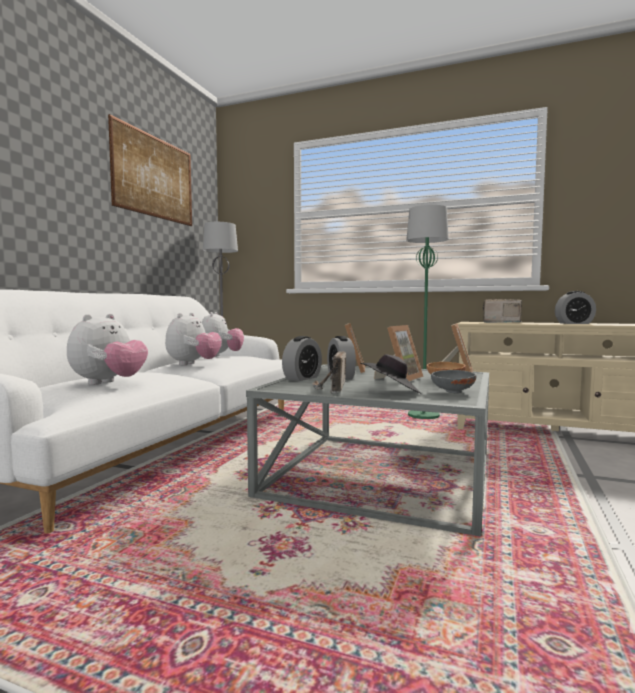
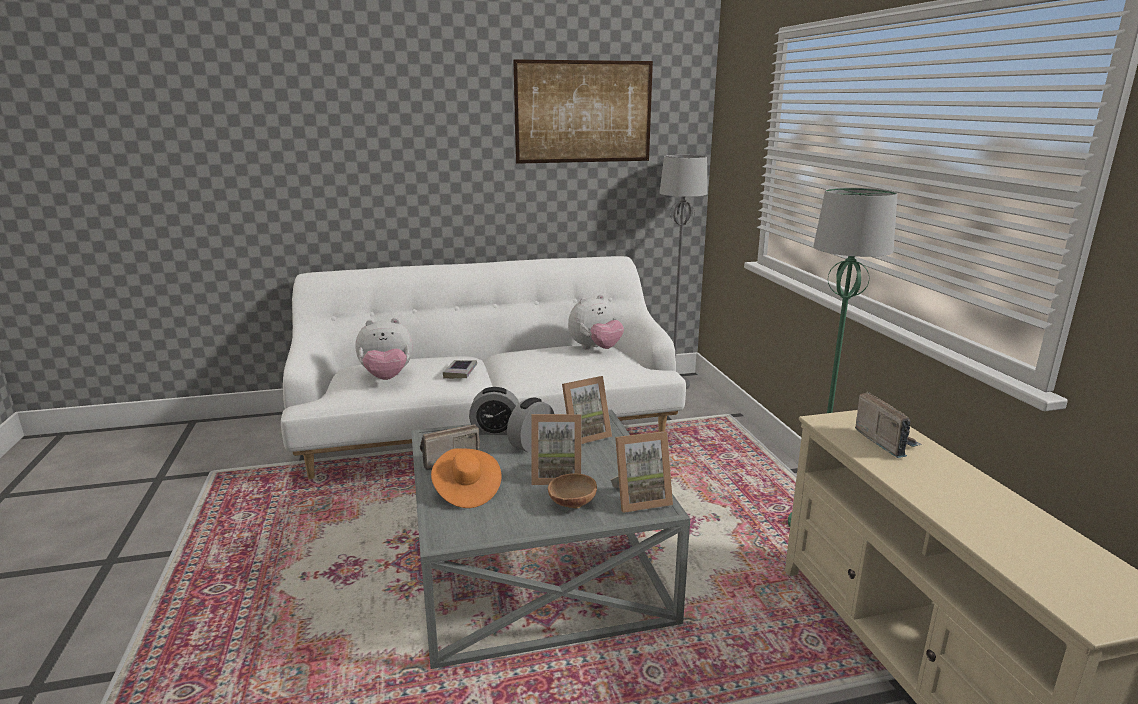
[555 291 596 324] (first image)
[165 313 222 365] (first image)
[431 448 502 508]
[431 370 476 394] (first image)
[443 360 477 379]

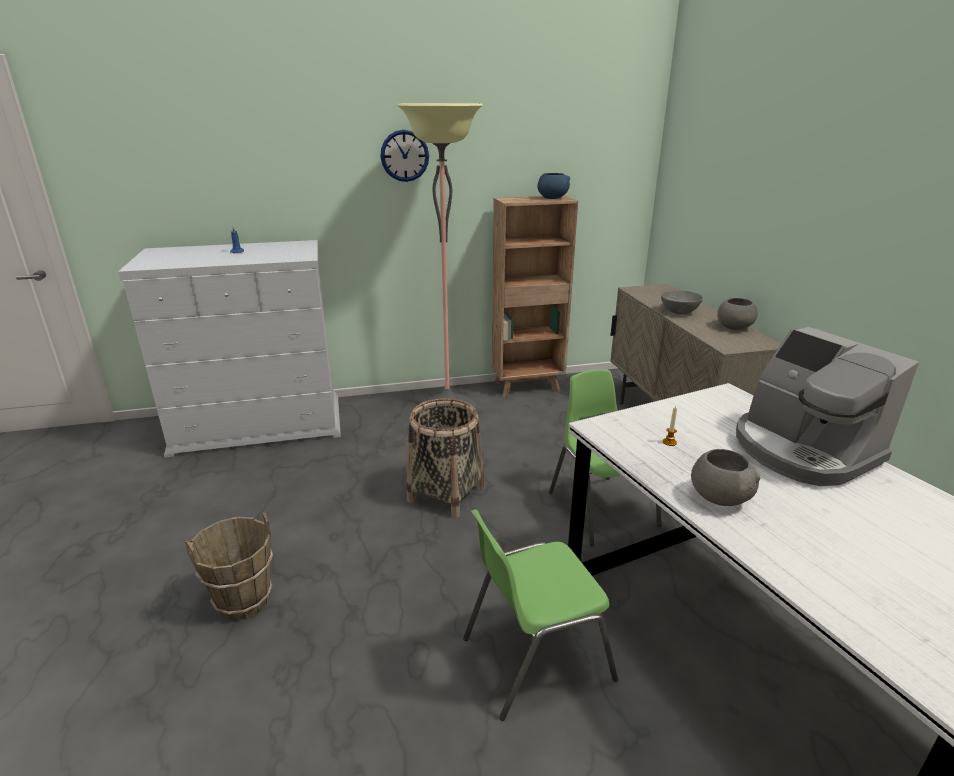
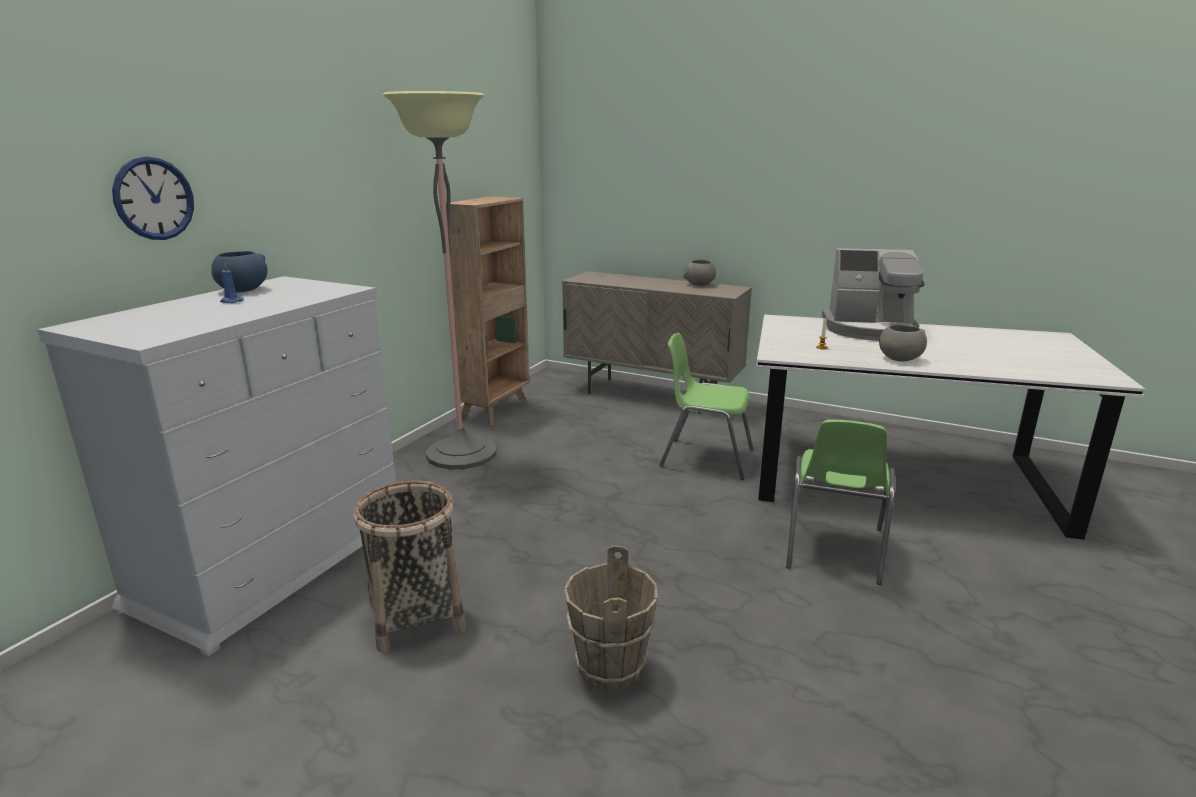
[112 157 194 240]
[211 251 268 293]
[661 291 703 314] (first image)
[354 481 465 653]

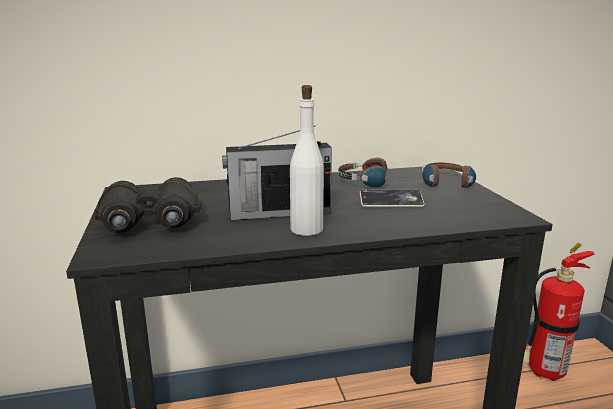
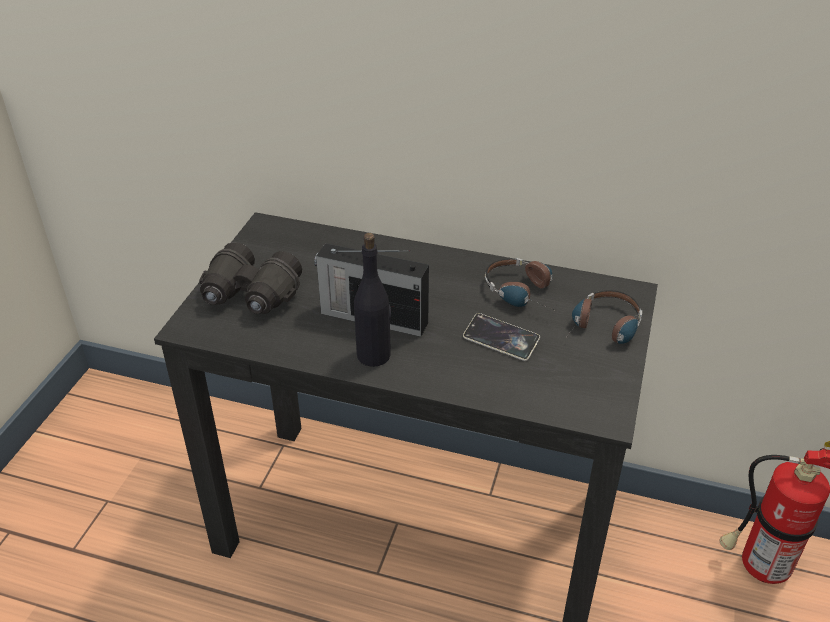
[354 233 391 367]

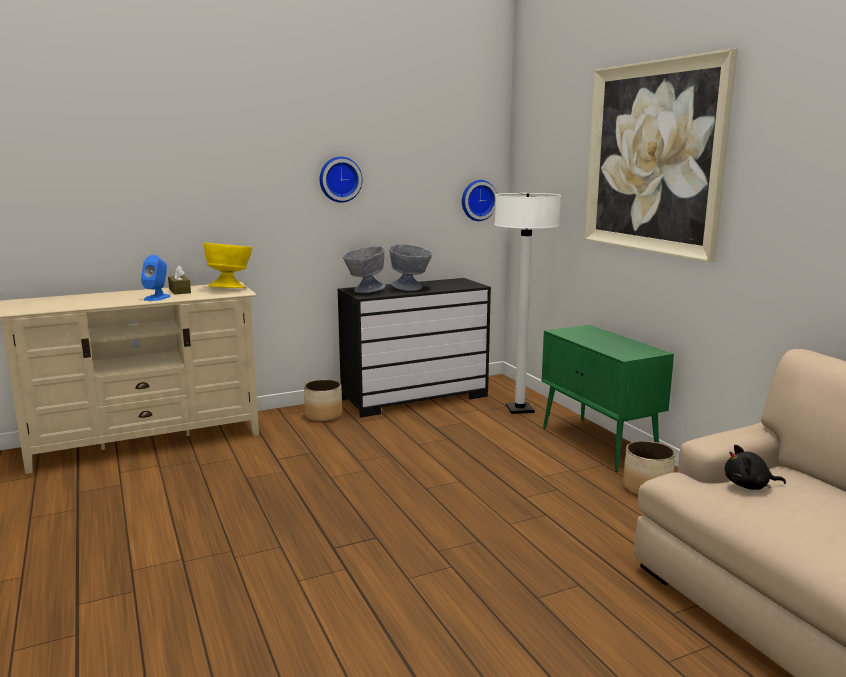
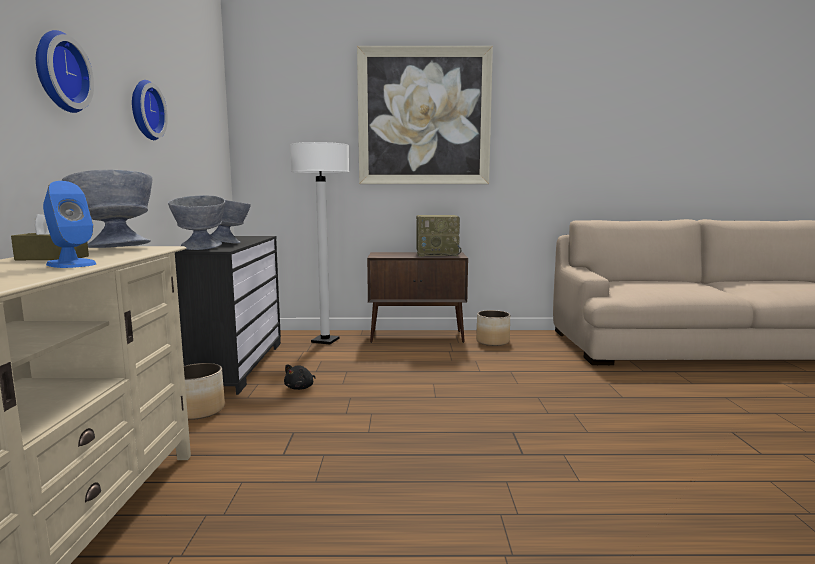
[36 30 94 113]
[62 170 152 248]
[367 252 468 343]
[284 364 315 390]
[416 215 461 257]

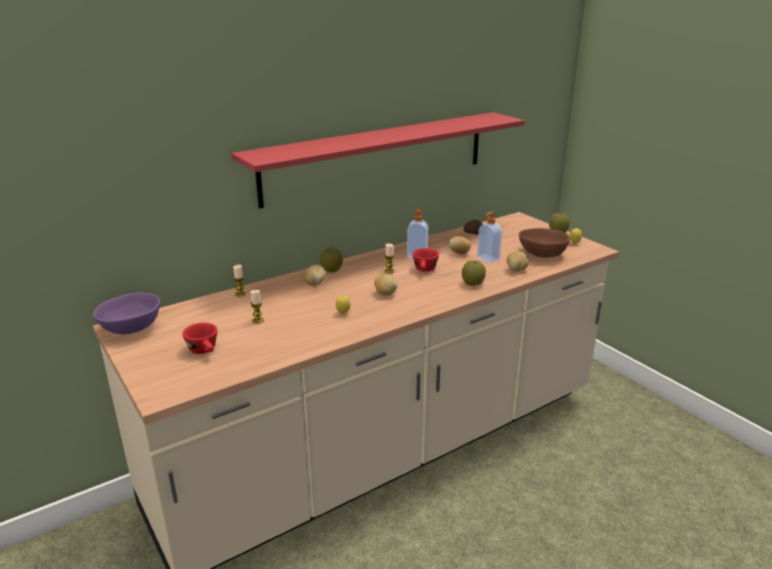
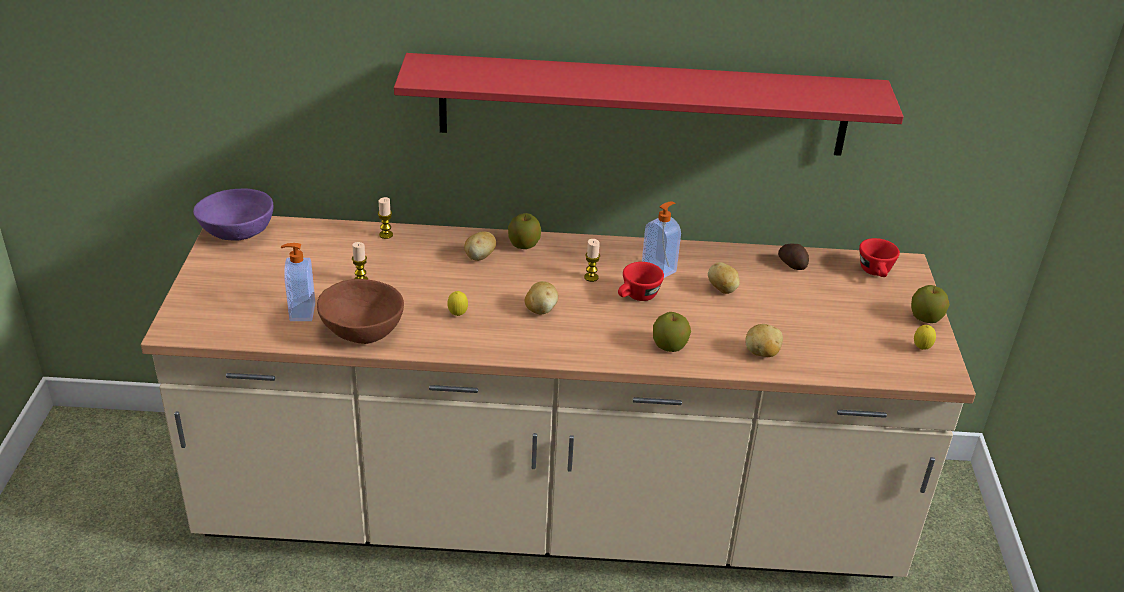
[281 243 315 321]
[317 279 404 344]
[859 238 900 277]

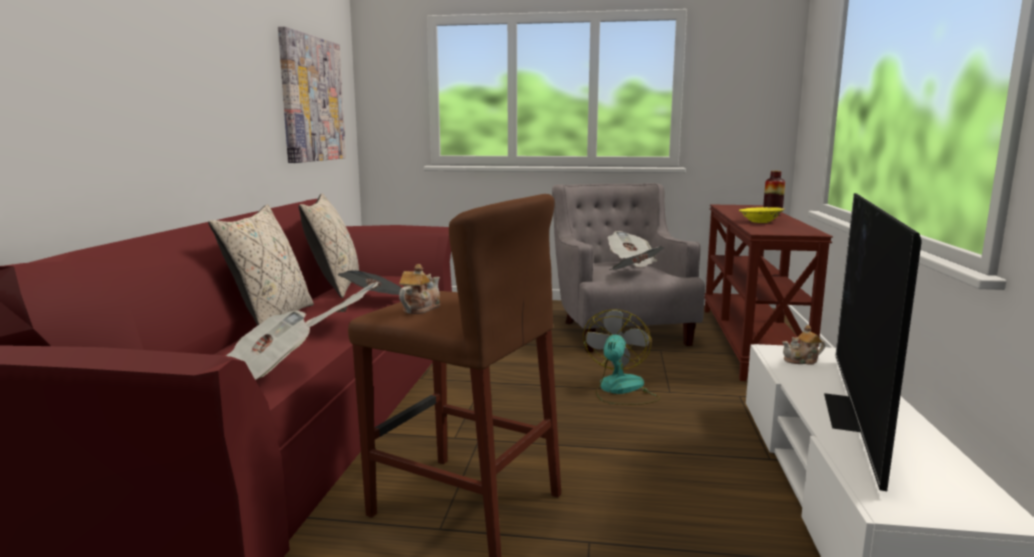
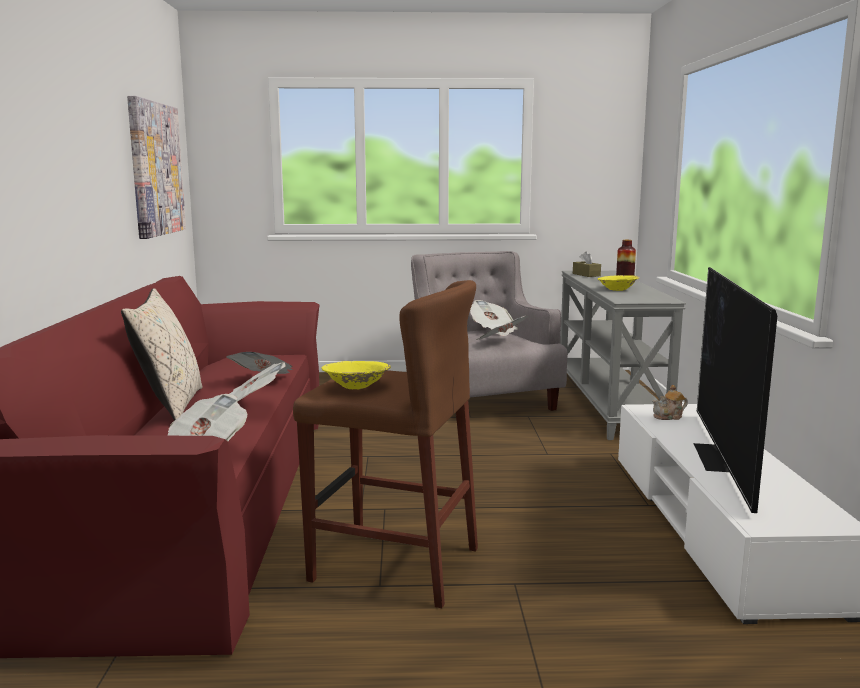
[299 194 359 298] (first image)
[560 271 686 440]
[321 361 391 389]
[583 309 660 405] (first image)
[573 251 601 277]

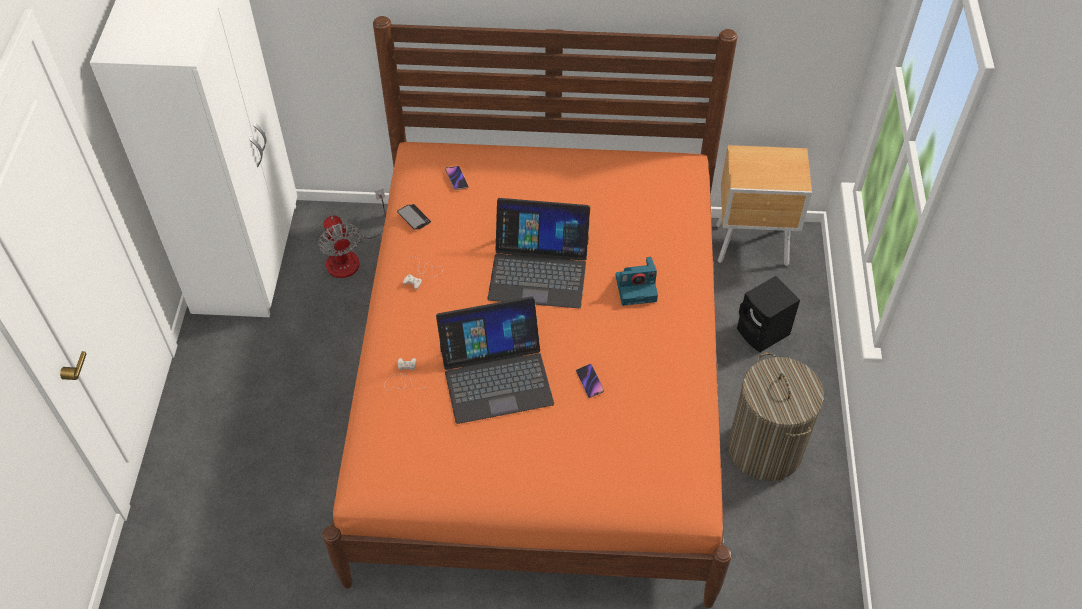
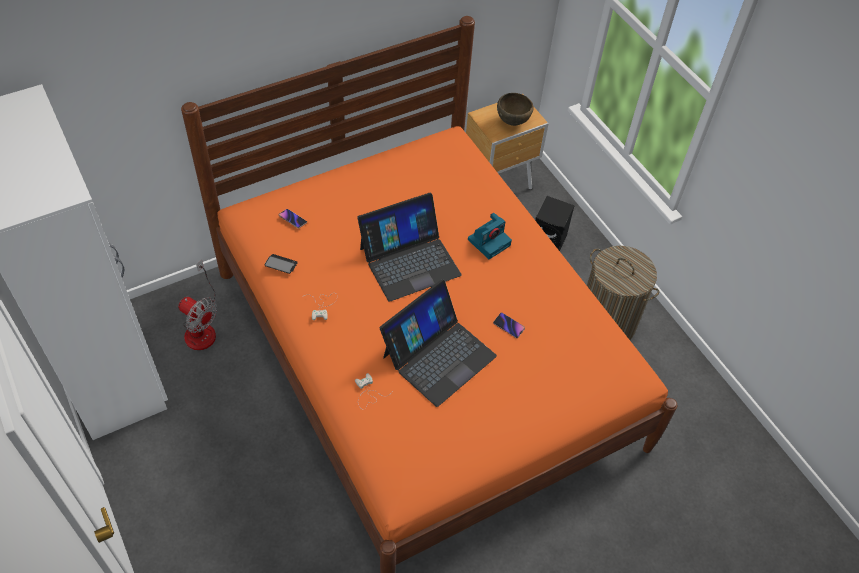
[497 93 534 126]

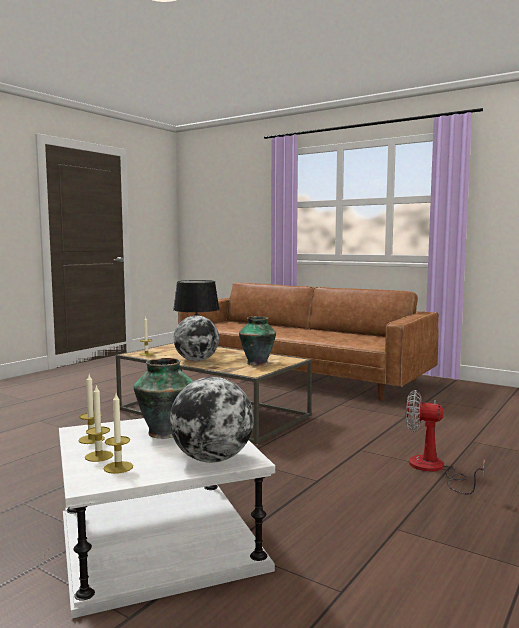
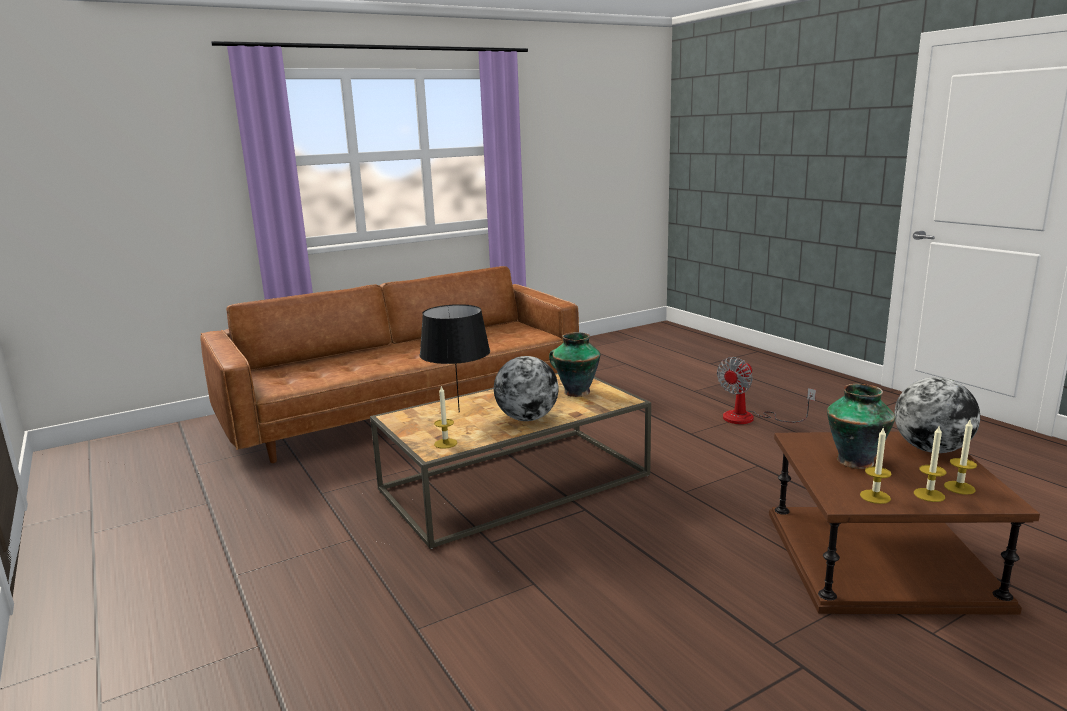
[769 431 1040 615]

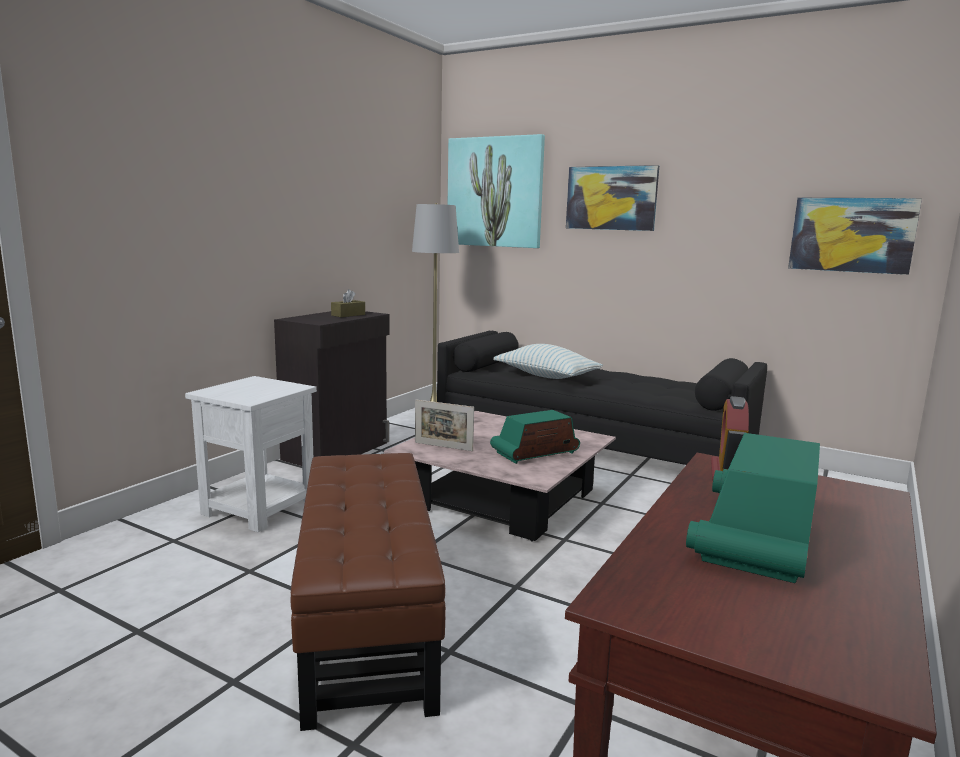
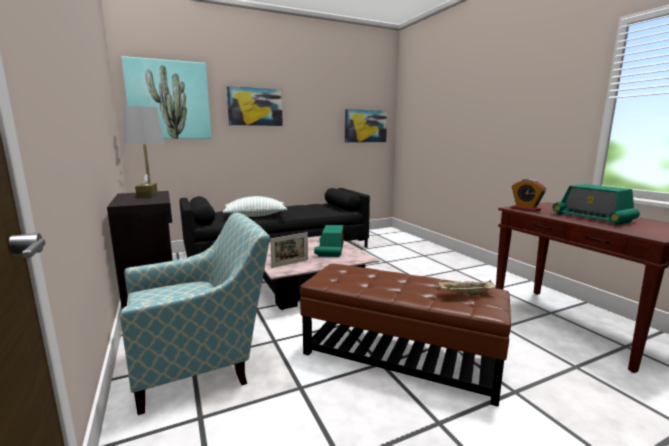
[120 212 270 415]
[438 280 496 296]

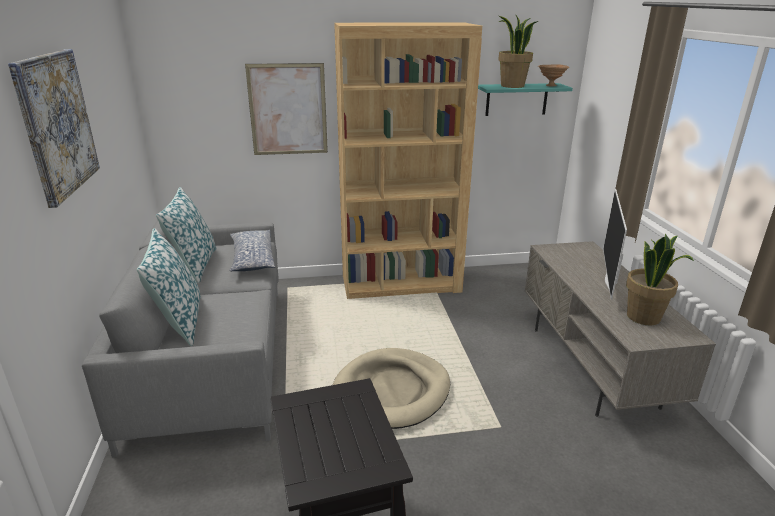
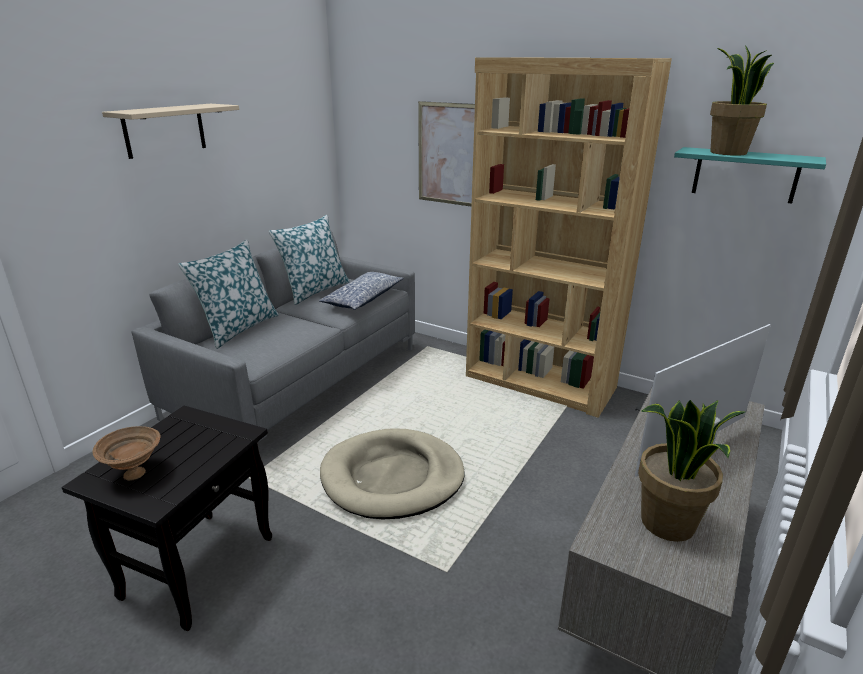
[102 104 239 159]
[92 426 161 481]

